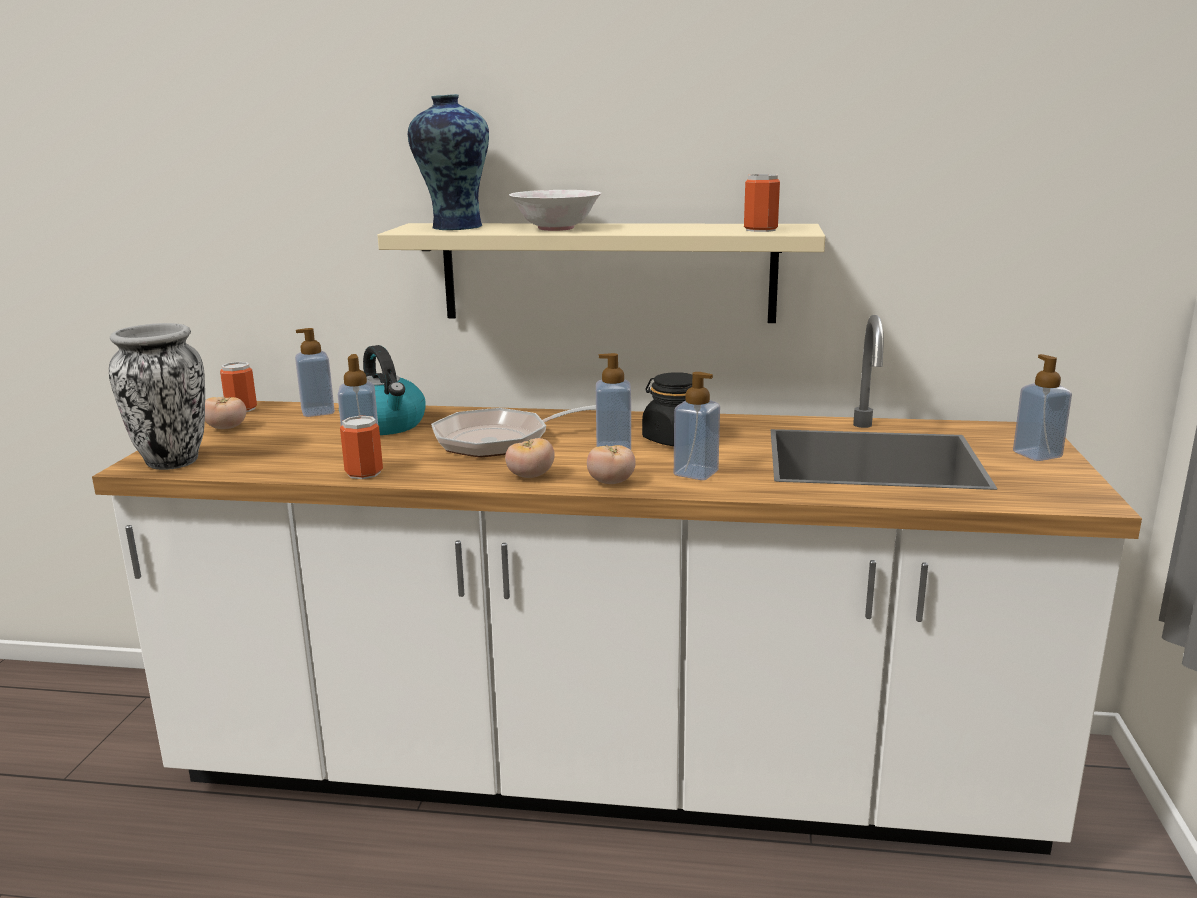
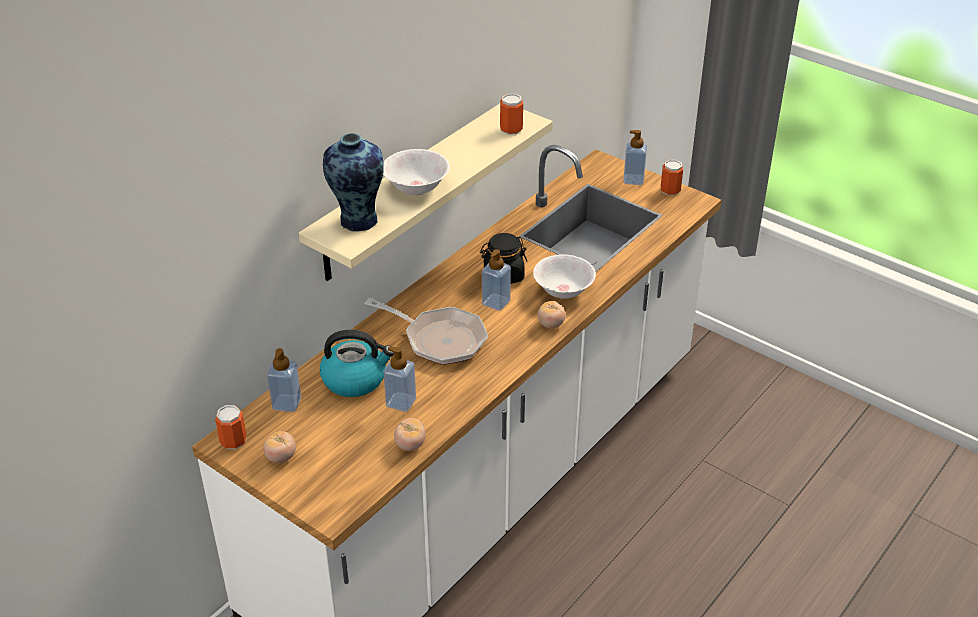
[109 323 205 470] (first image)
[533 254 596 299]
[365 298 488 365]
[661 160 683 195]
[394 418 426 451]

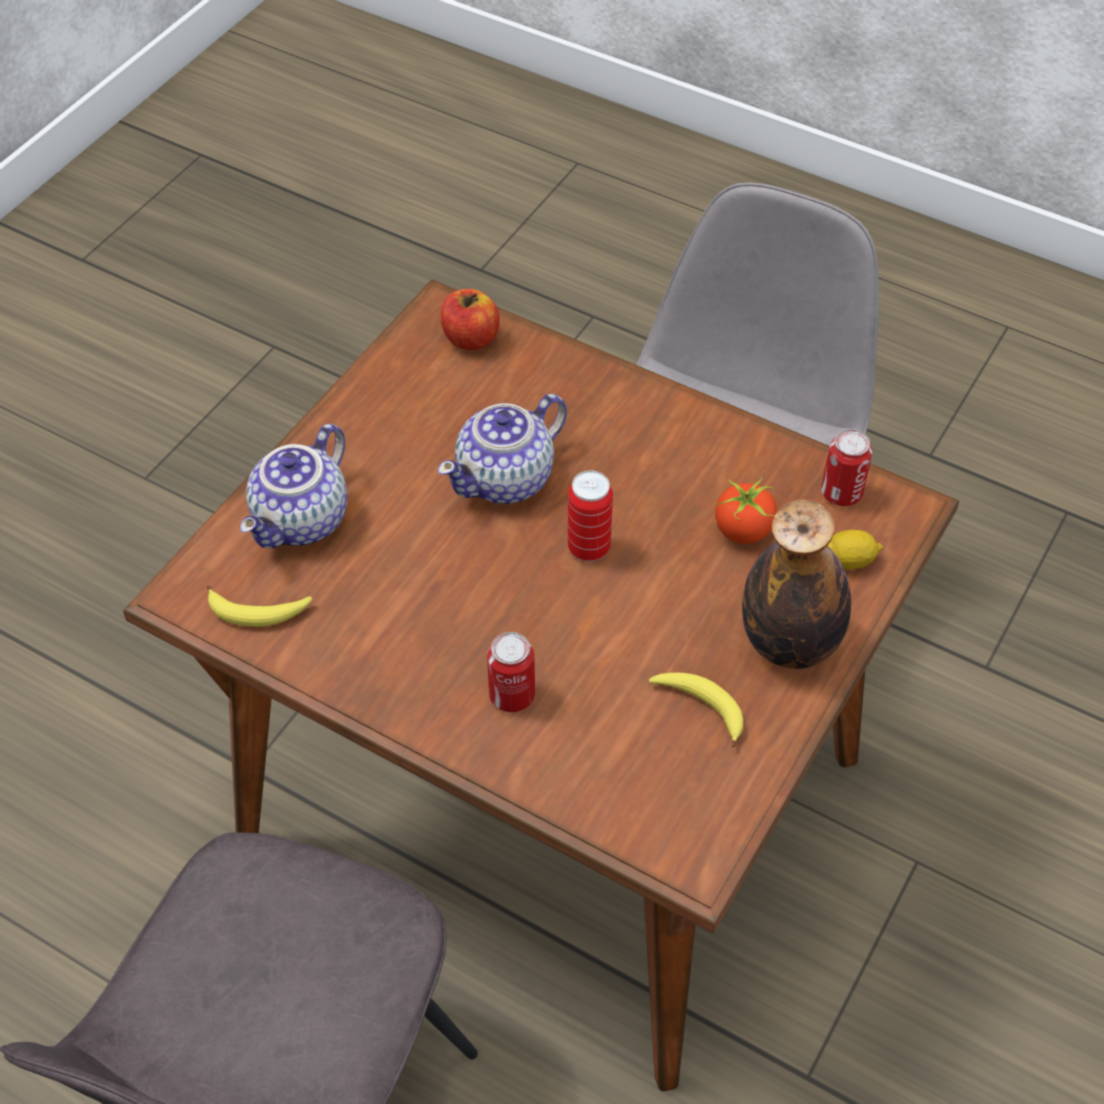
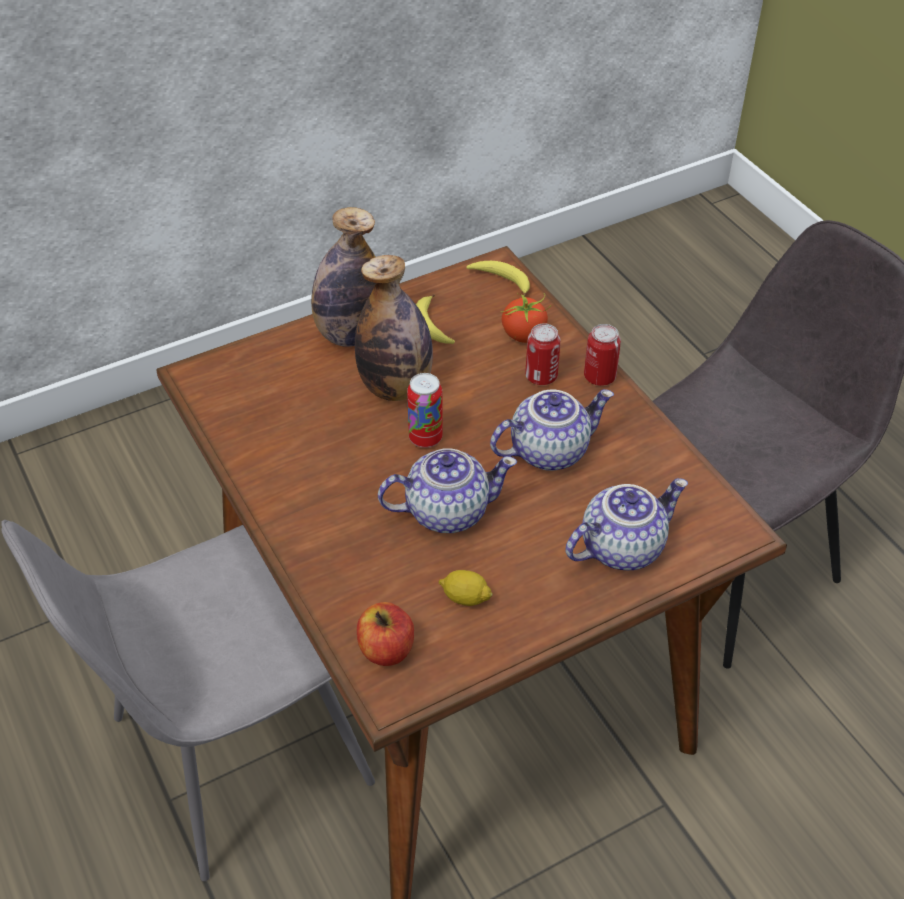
[584 324 621 386]
[501 293 552 343]
[438 570 493 606]
[466 261 530 297]
[355 255 433 401]
[490 389 614 471]

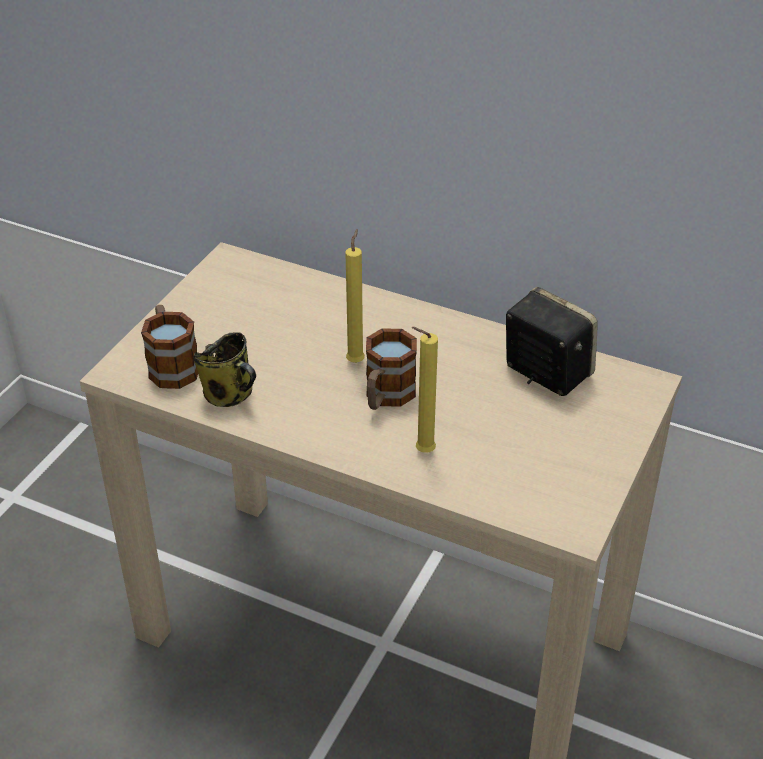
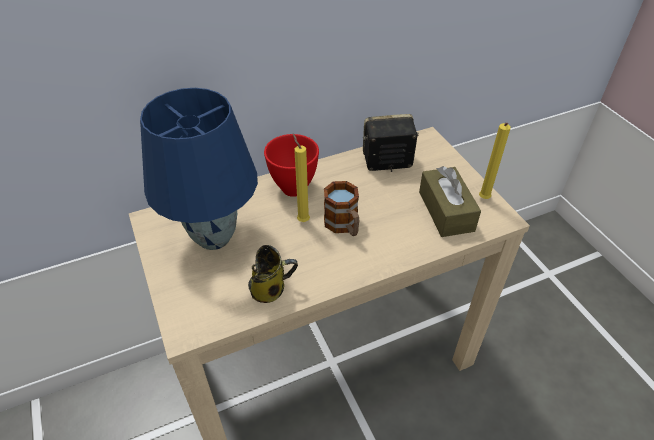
[141 305 198 389] (first image)
[479 123 511 199]
[140 88 258 250]
[264 134 319 197]
[419 166 481 237]

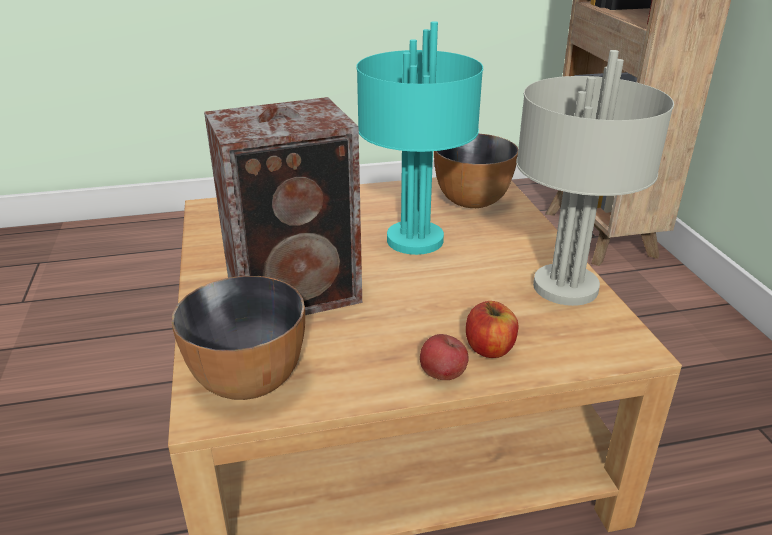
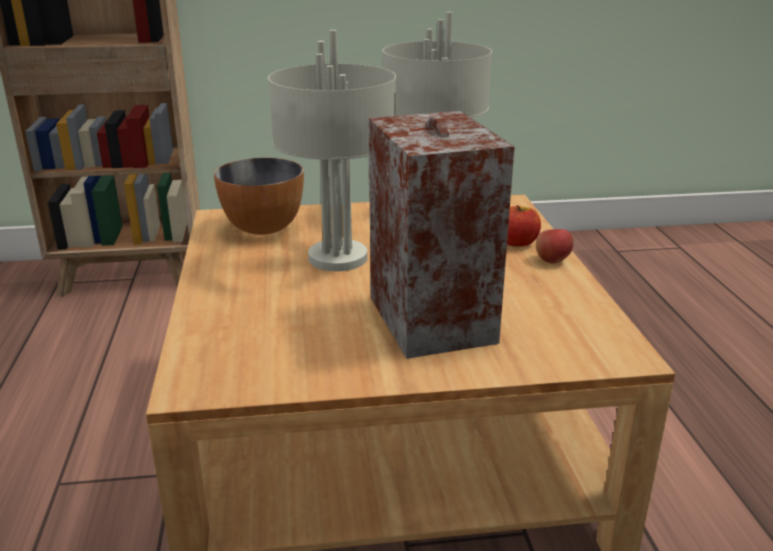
[268 30 396 271]
[172 276 305 400] (first image)

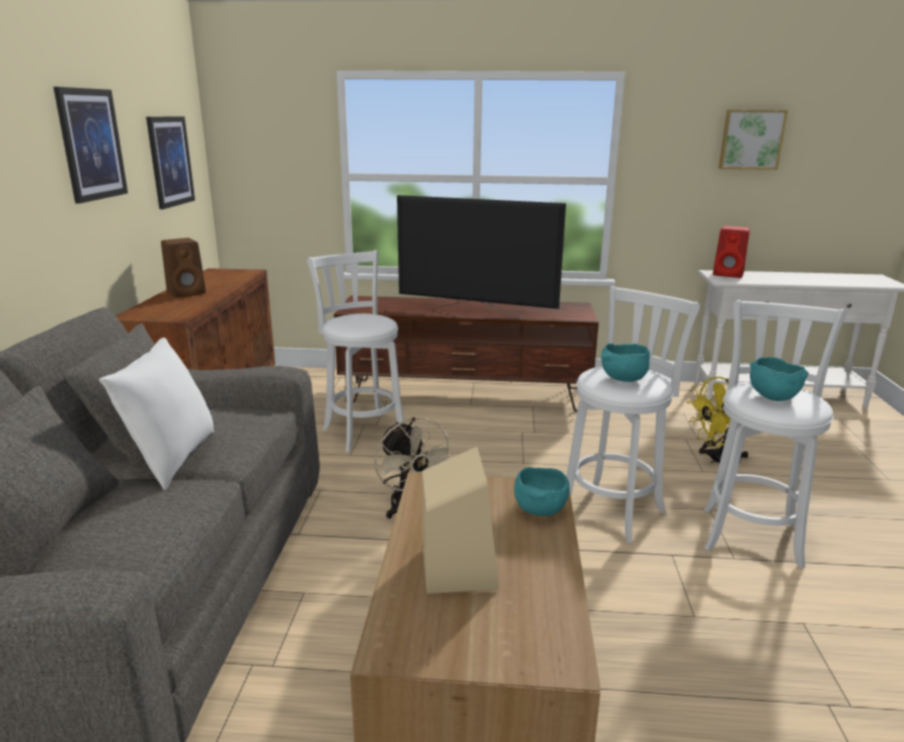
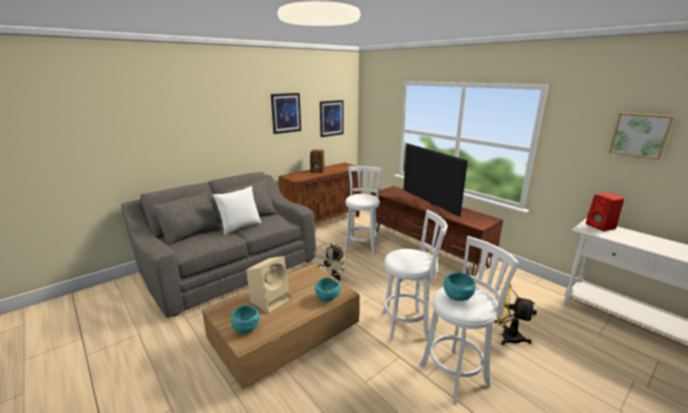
[231 305 260 334]

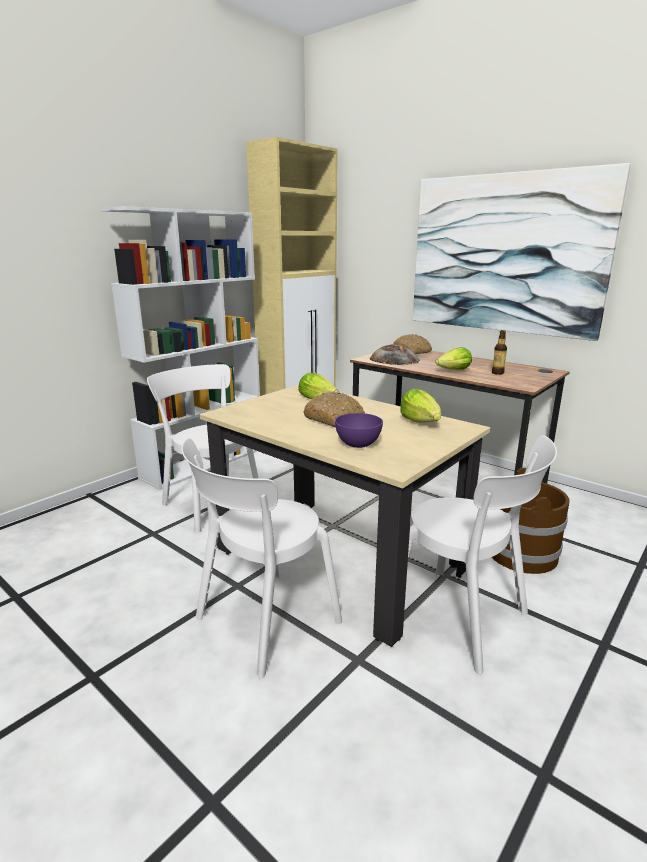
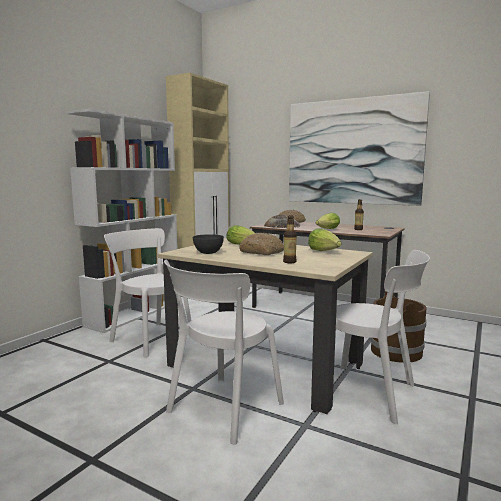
[283 216 297 263]
[193 234 224 254]

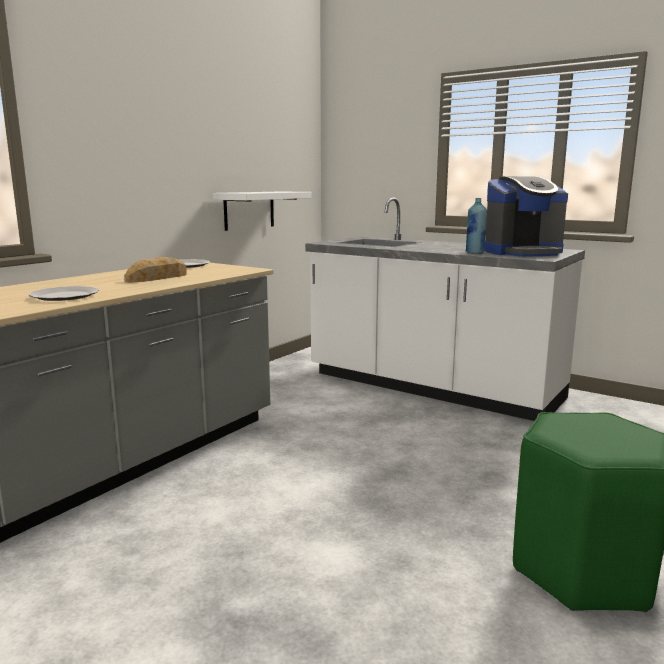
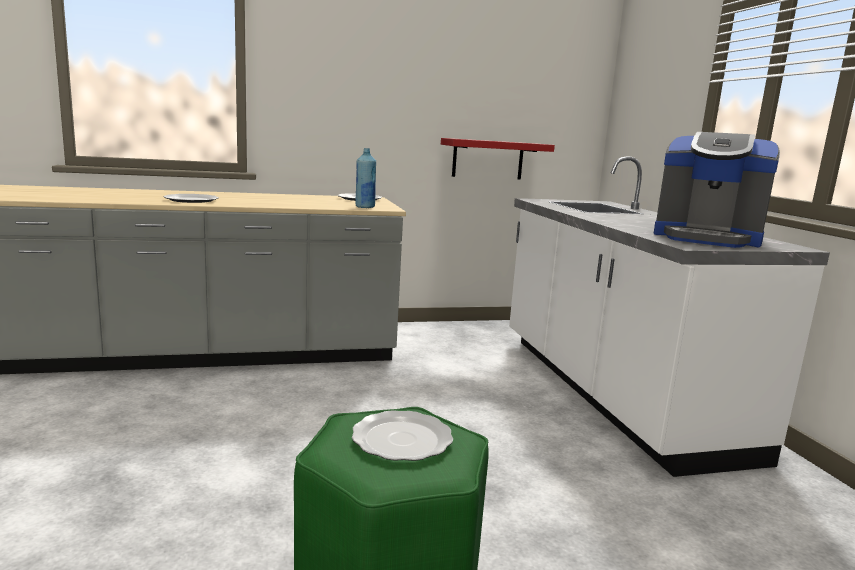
[441 138 555 180]
[356 148 376 208]
[124 257 187 283] (first image)
[352 410 453 461]

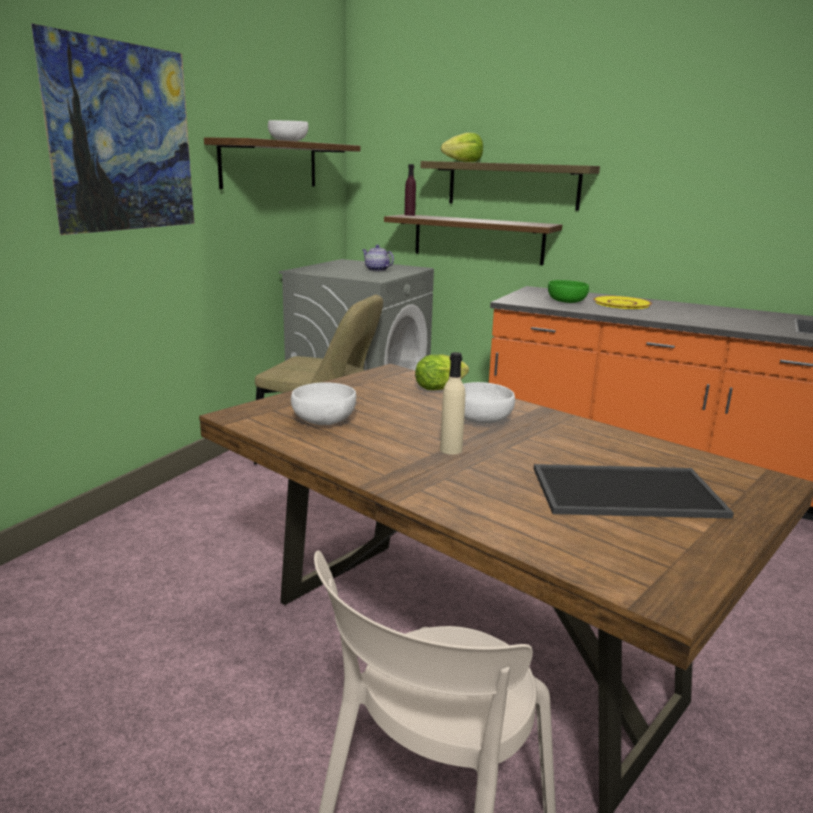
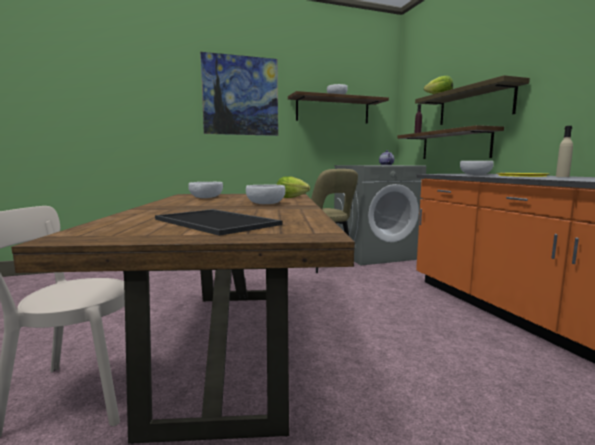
[460 161 494 175]
[556 126 573 177]

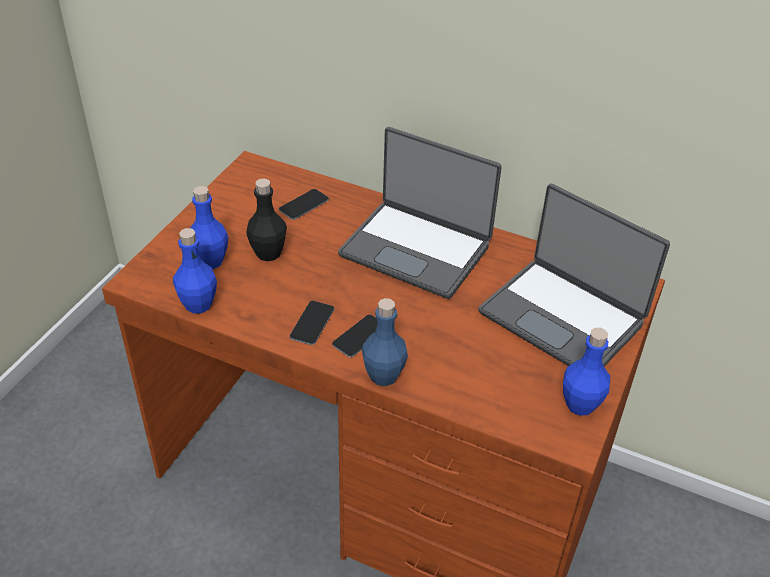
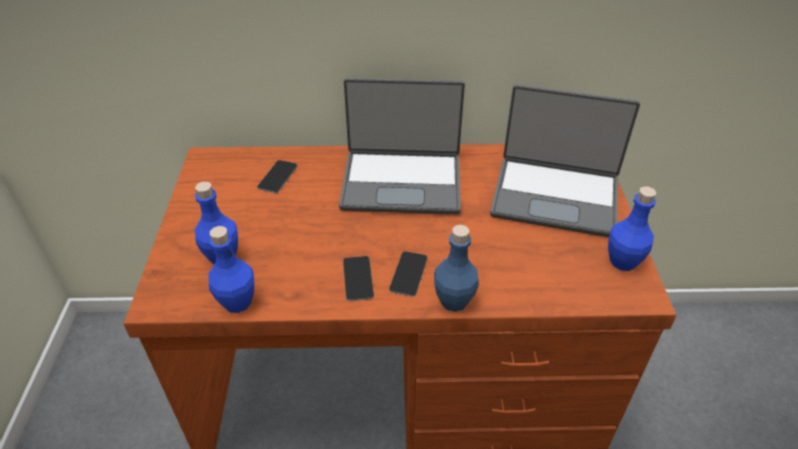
[246 178 287 261] (first image)

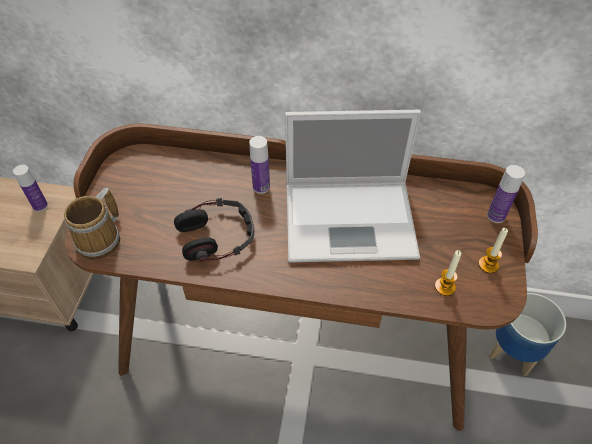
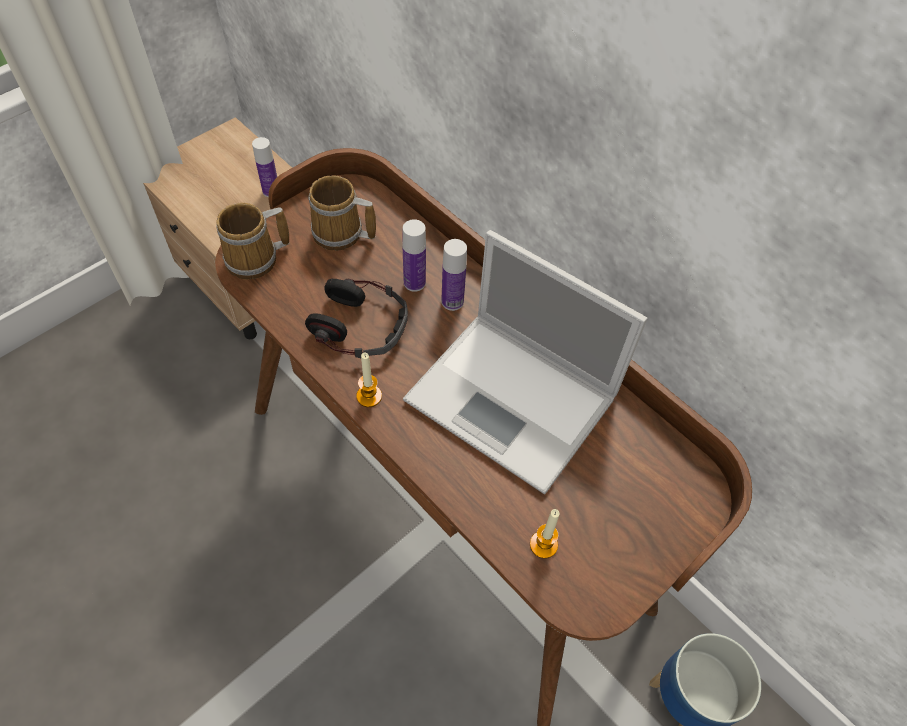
[402 219 426 292]
[356 353 382 407]
[308 175 376 251]

